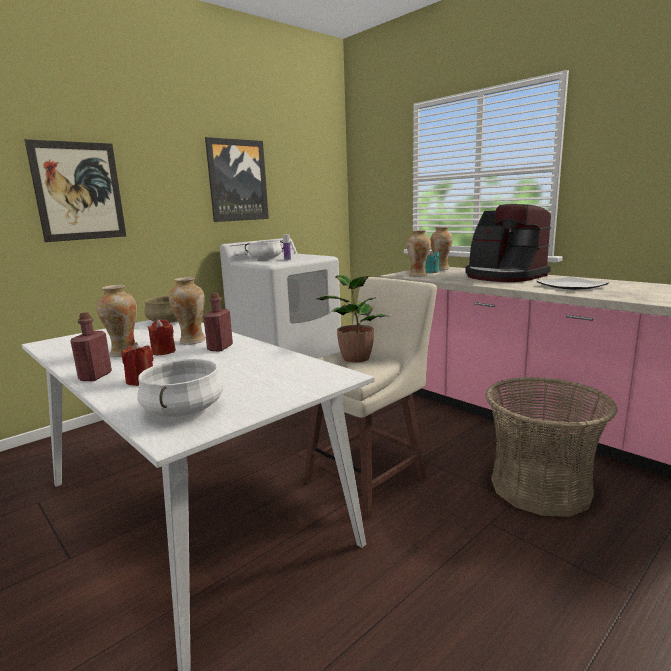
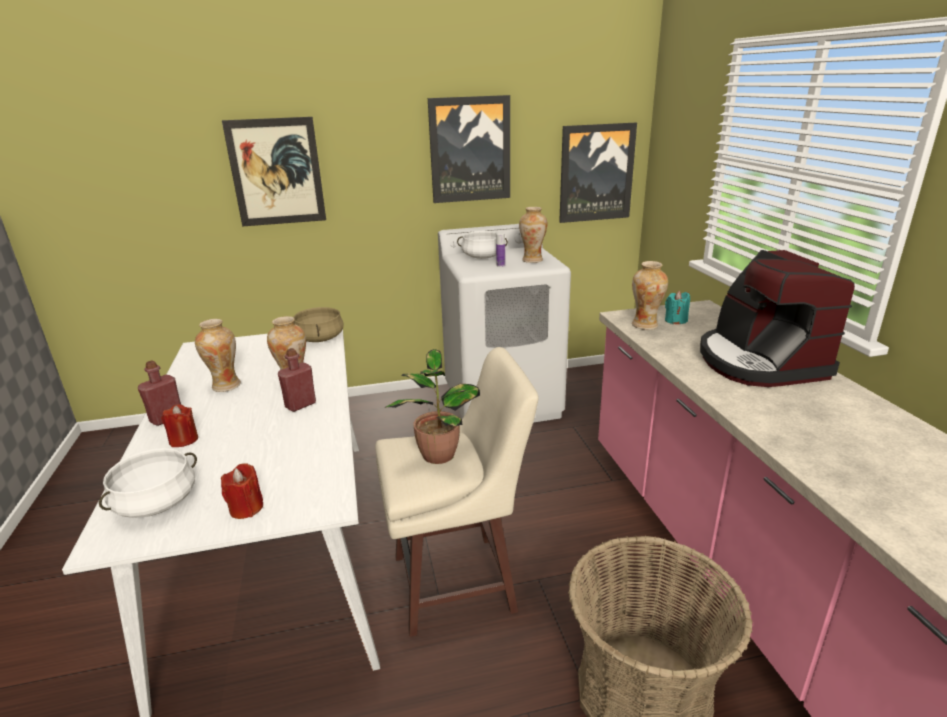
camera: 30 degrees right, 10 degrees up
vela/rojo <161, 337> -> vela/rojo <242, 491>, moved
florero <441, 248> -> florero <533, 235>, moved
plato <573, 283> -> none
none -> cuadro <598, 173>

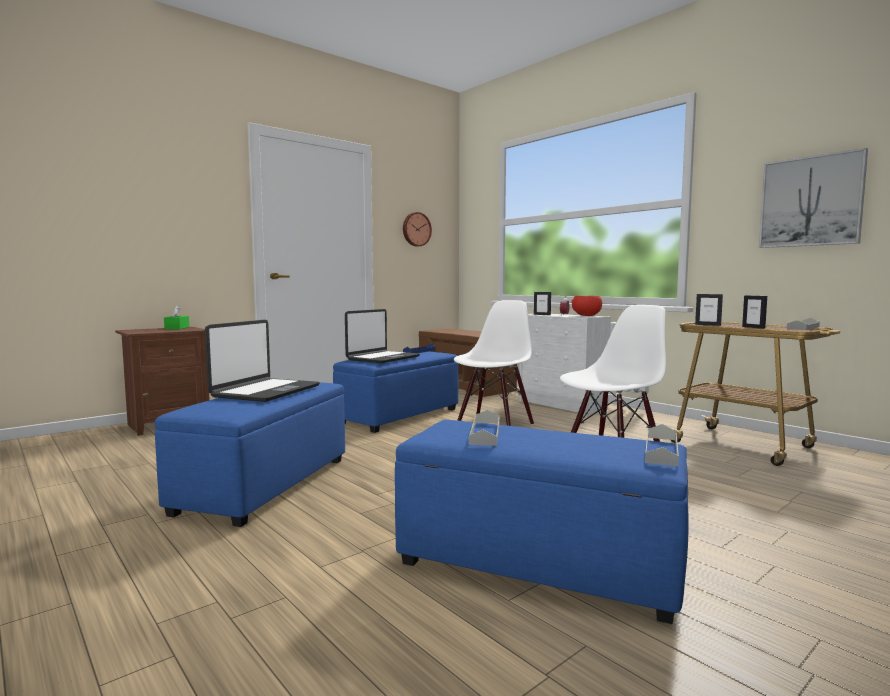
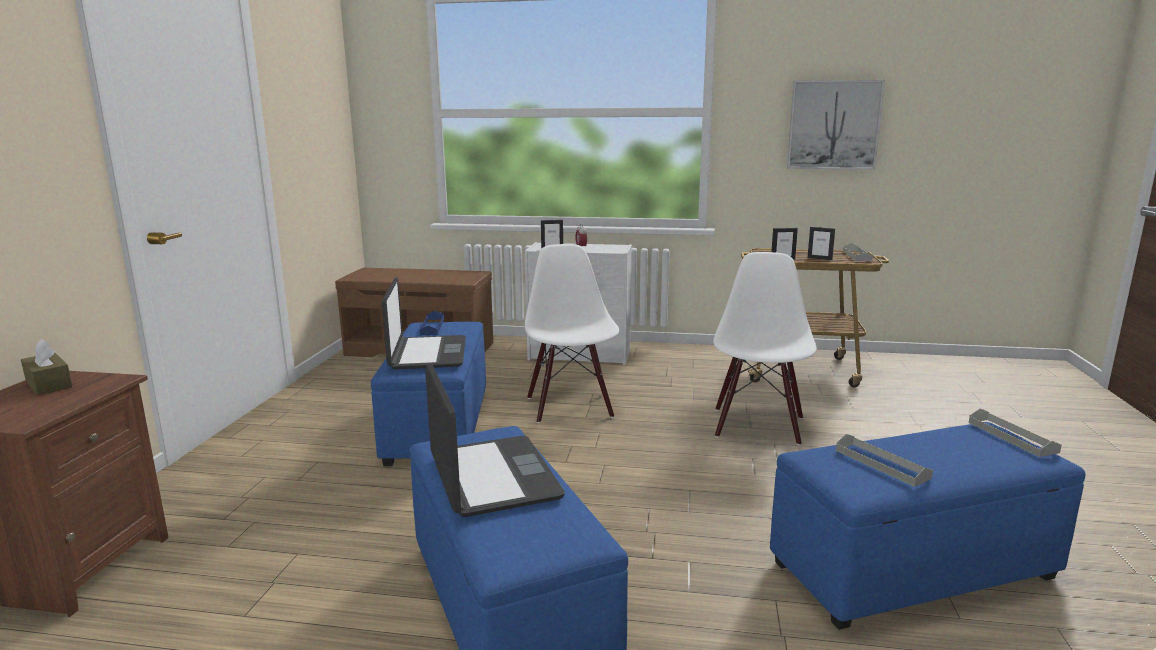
camera: 40 degrees left, 10 degrees up
caja de pañuelos/verde <176, 317> -> caja de pañuelos/marrón <47, 367>
reloj de pared <417, 229> -> none
cuenco/rojo <587, 306> -> none

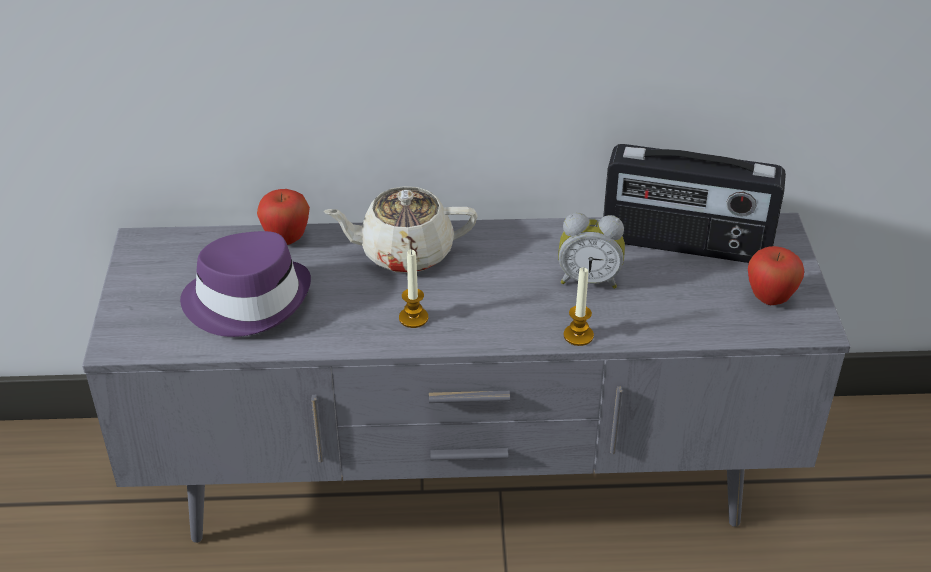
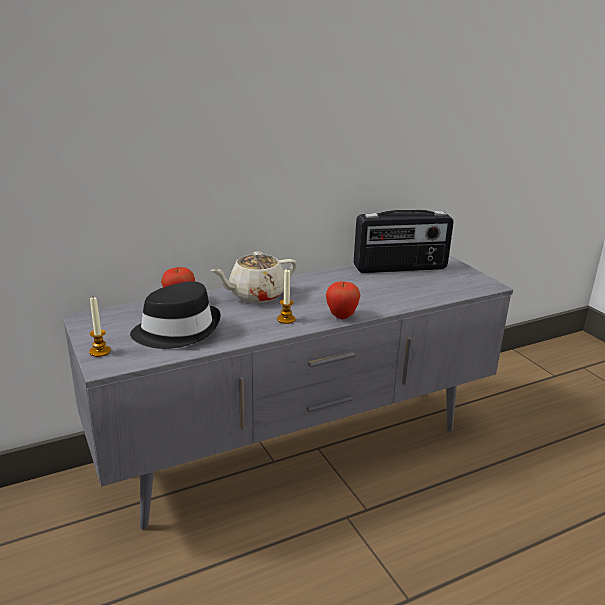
camera: 25 degrees left, 15 degrees down
sombrero/morado <245, 284> -> sombrero/negro <175, 315>
despertador <591, 251> -> none
vela <579, 307> -> vela <100, 327>, moved
manzana <776, 275> -> manzana <343, 300>, moved

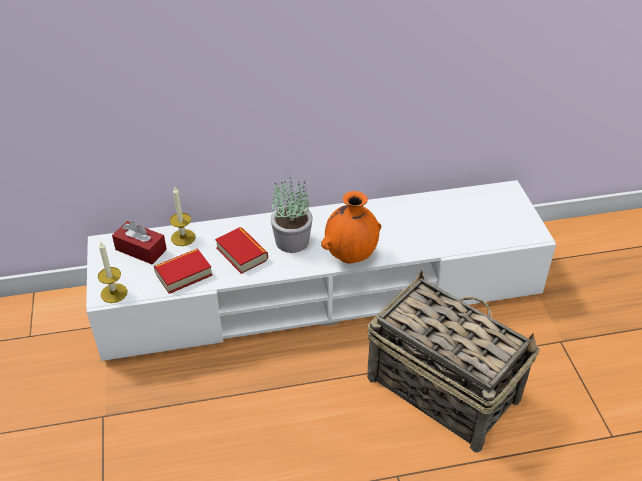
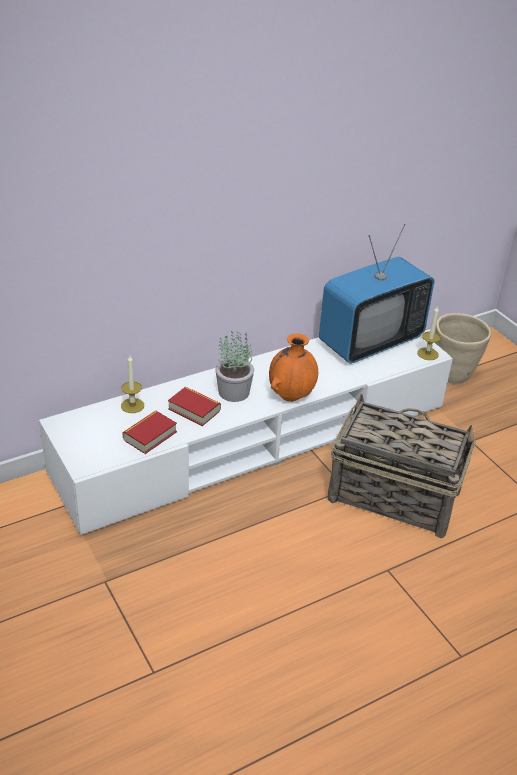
camera: 20 degrees left, 5 degrees down
vela <112, 272> -> vela <428, 332>, moved
caja de pañuelos/rojo <139, 242> -> none
none -> televisor <377, 294>
none -> maceta/beis <463, 348>

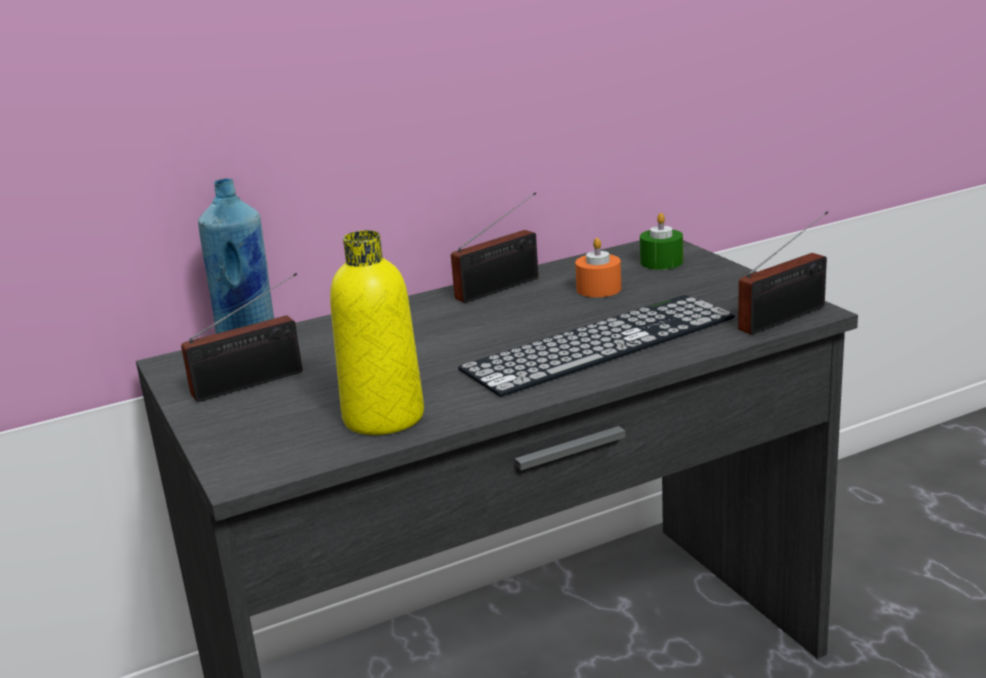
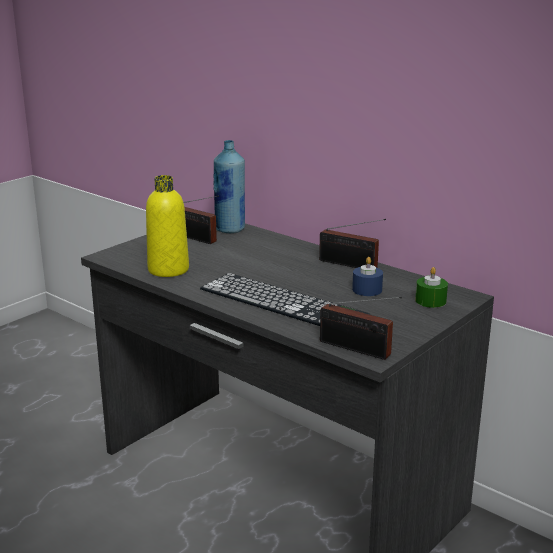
camera: 65 degrees right, 0 degrees up
vela/naranja <598, 267> -> vela/azul <367, 276>

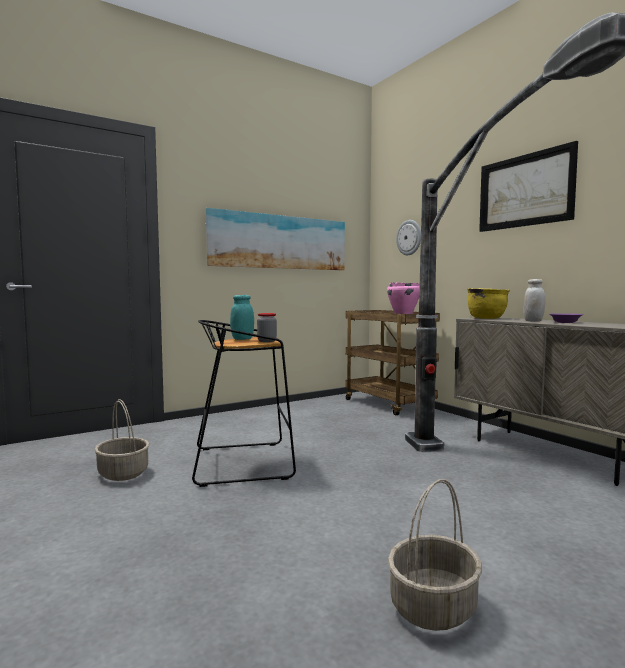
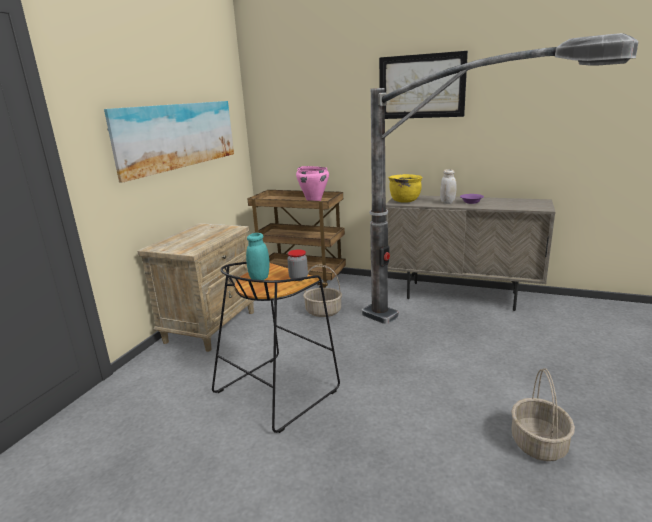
camera: 35 degrees left, 15 degrees up
cesta <121, 440> -> cesta <322, 291>, moved
reloj de pared <408, 237> -> none
none -> mesita de noche/beis <195, 287>

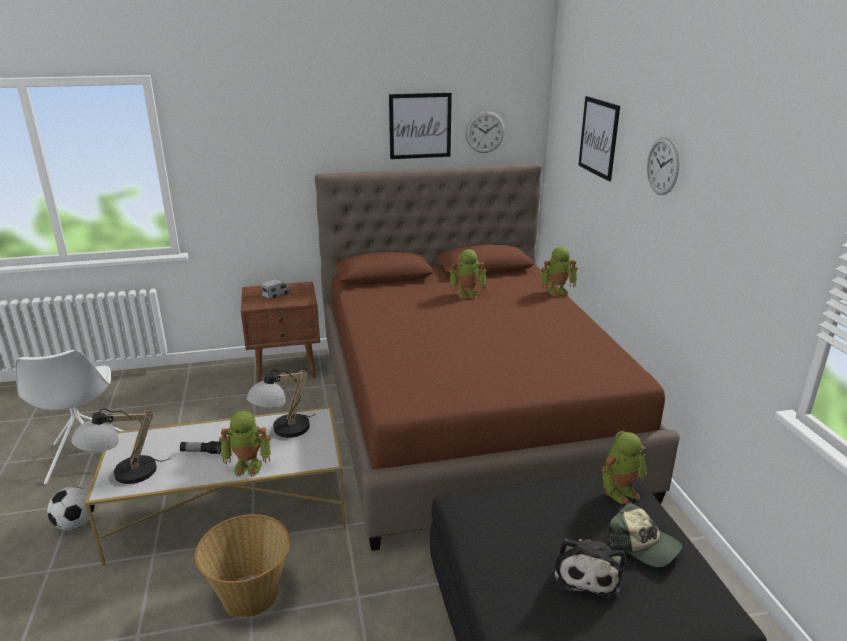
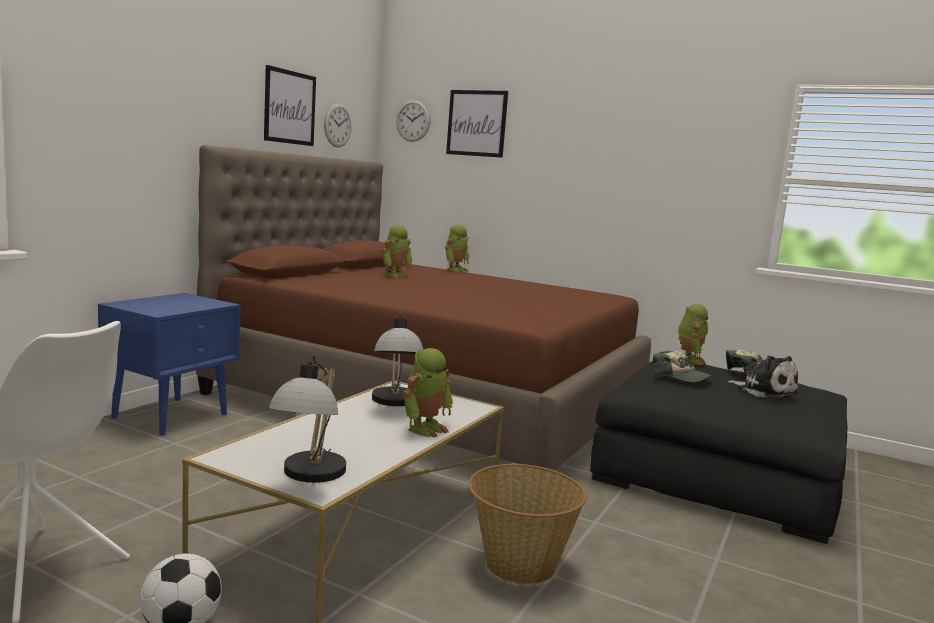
camera: 50 degrees left, 15 degrees down
linterna <200, 447> -> none
mesita de noche/marrón <280, 332> -> mesita de noche/azul <169, 364>
camión de juguete <275, 289> -> none
reloj de pared <663, 166> -> reloj de pared <413, 121>, moved
none -> gorra <683, 366>

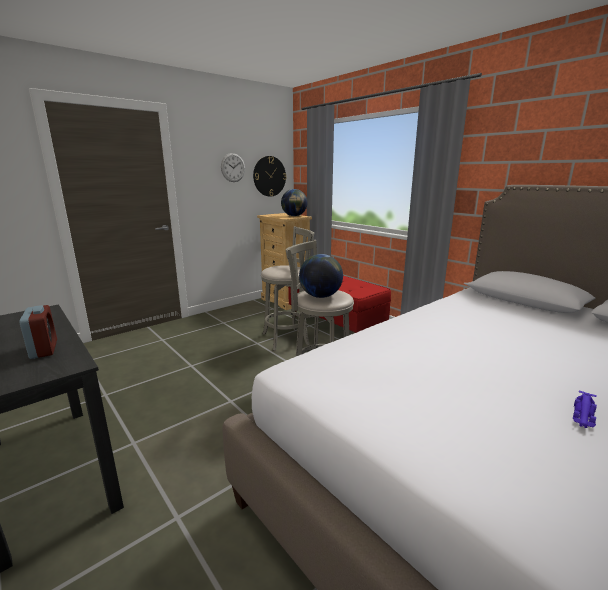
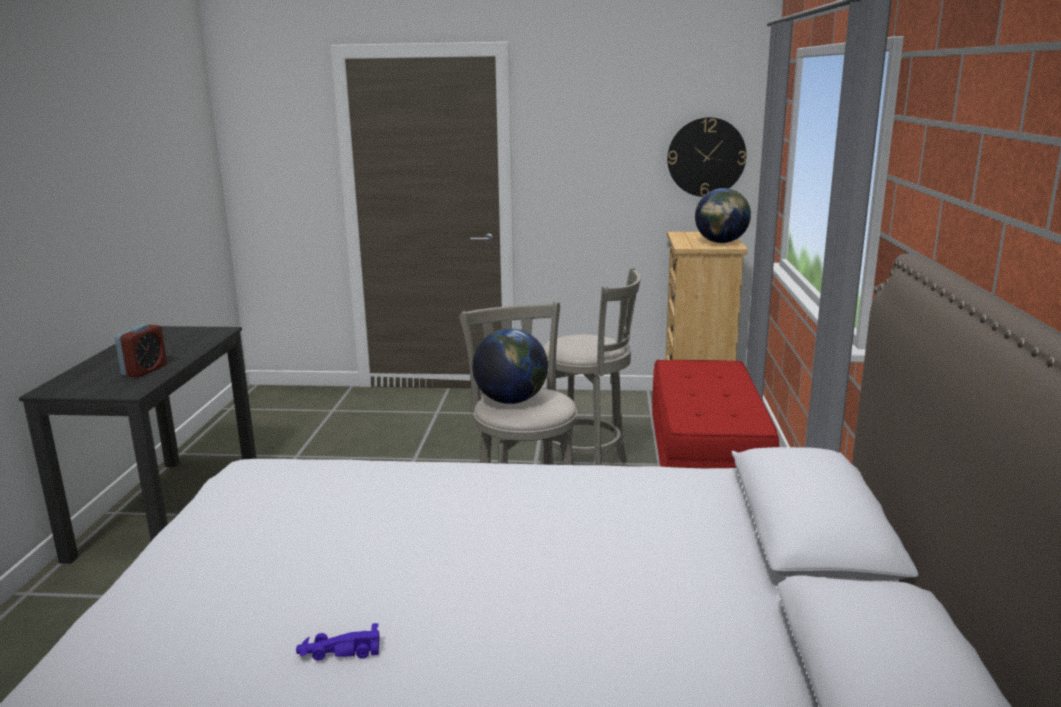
camera: 45 degrees right, 0 degrees up
reloj de pared <233, 167> -> none

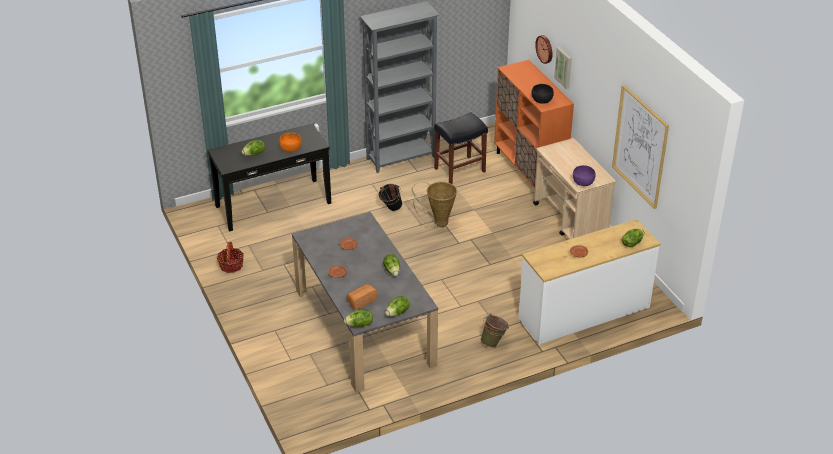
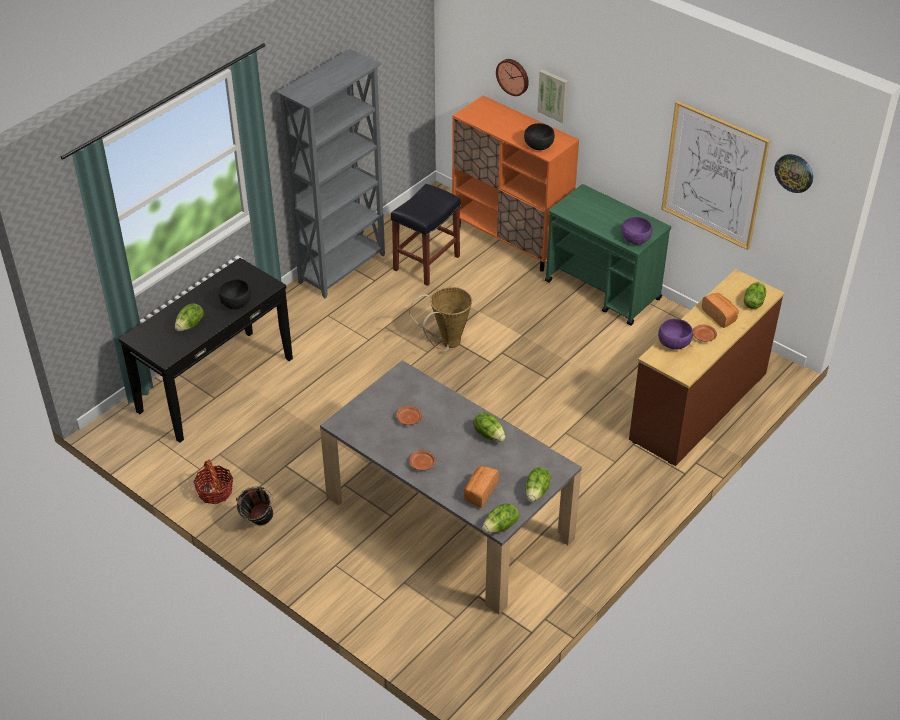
camera: 25 degrees left, 5 degrees up
cuenco/naranja <290, 142> -> cuenco/negro <235, 294>
cubo/negro <390, 197> -> cubo/negro <254, 506>, moved
cubo/verde <495, 330> -> none
cómoda/blanco <590, 282> -> cómoda/marrón <707, 367>
carrito/beis <574, 188> -> carrito/verde <608, 255>
none -> cuenco/morado <675, 334>
none -> pan <720, 310>
none -> reloj de pared <793, 173>

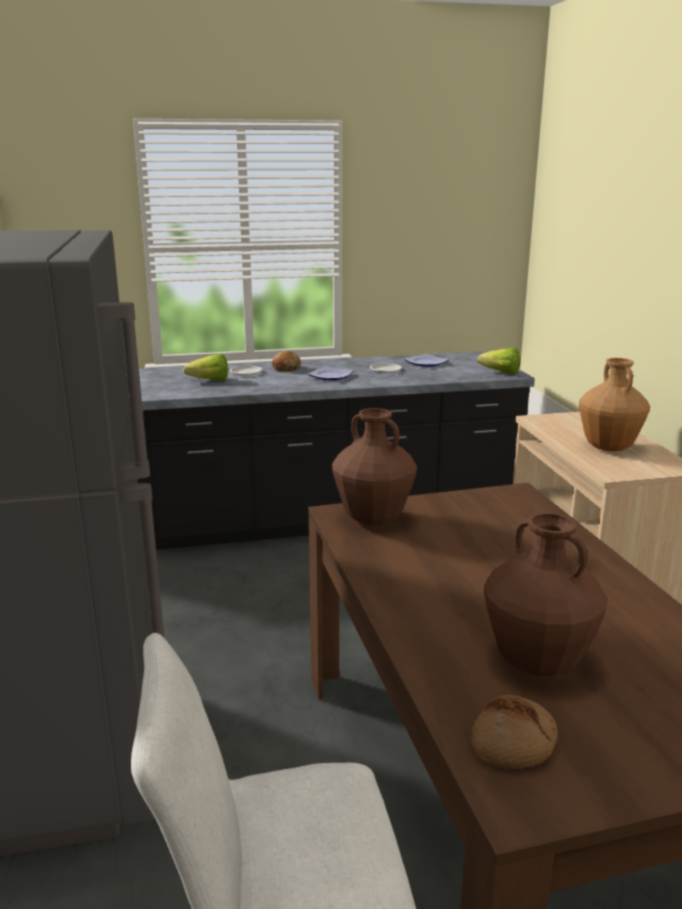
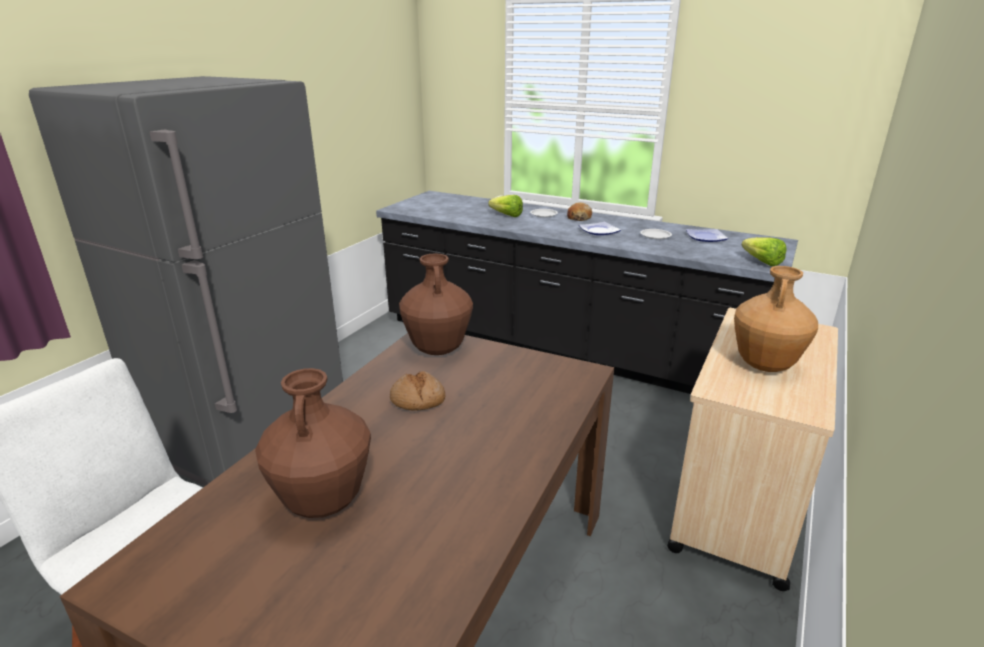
camera: 40 degrees right, 5 degrees up
pan <514, 732> -> pan <417, 391>, moved

